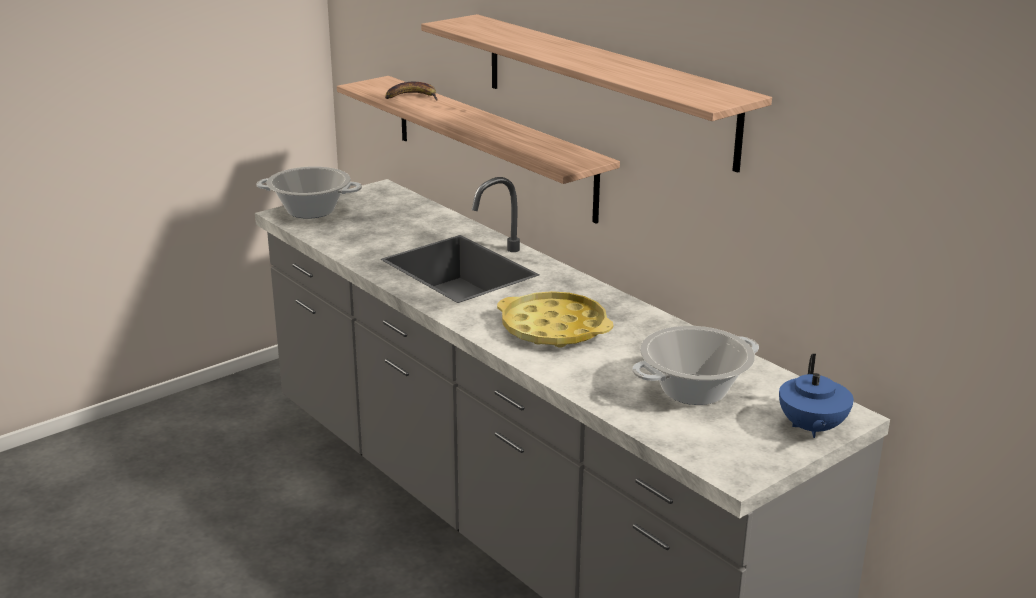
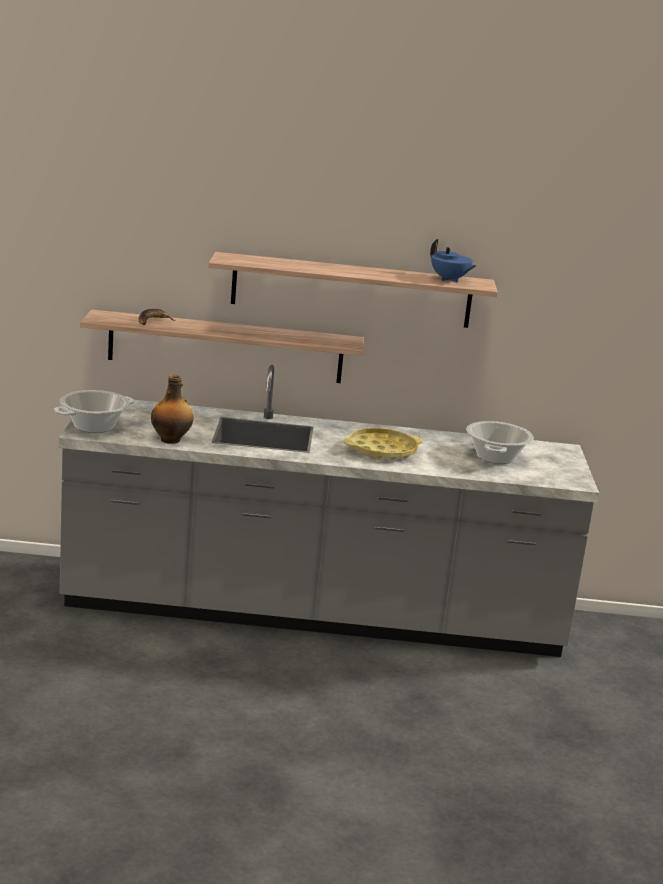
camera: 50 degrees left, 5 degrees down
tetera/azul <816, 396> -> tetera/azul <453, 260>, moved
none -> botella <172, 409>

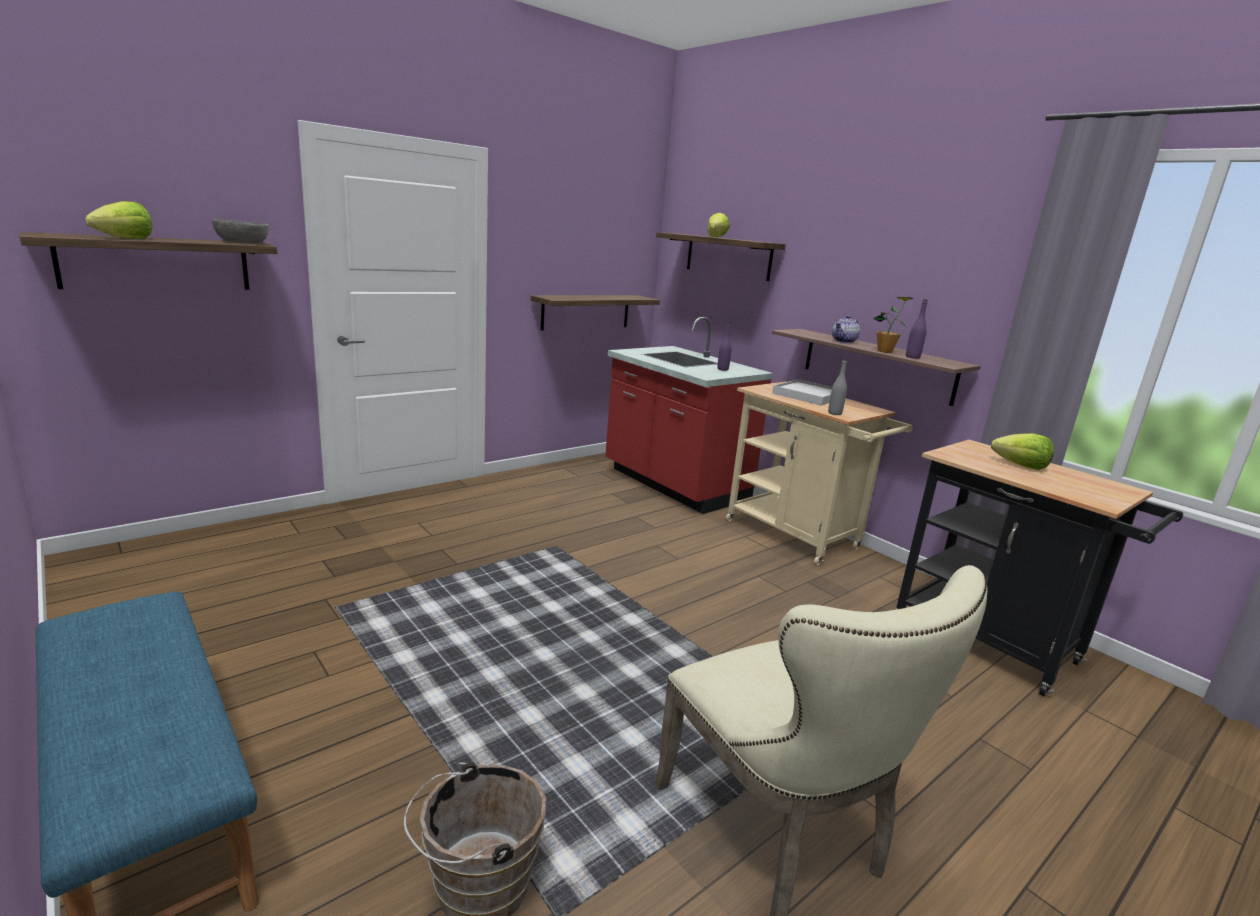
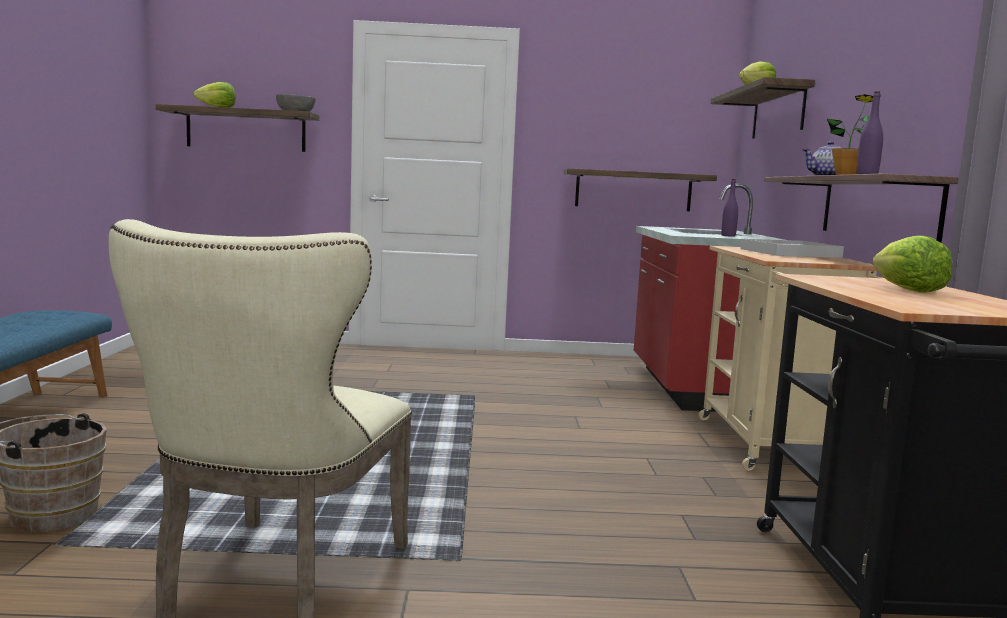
camera: 40 degrees right, 10 degrees down
botella/gris <837, 387> -> none

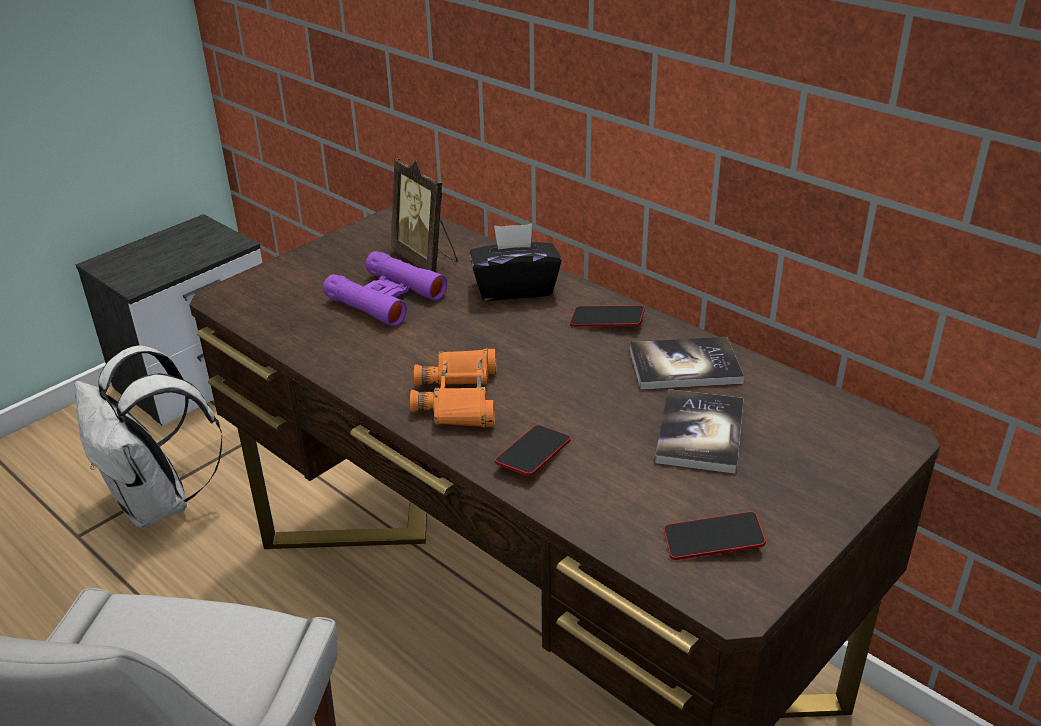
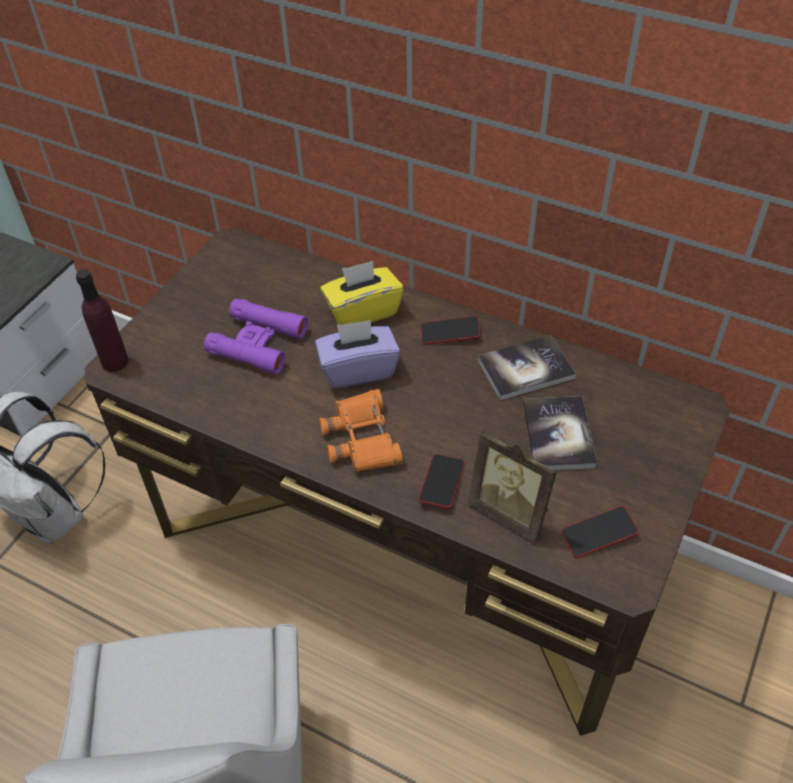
camera: 15 degrees left, 15 degrees up
portarretratos <424, 215> -> portarretratos <512, 486>, moved
caja de pañuelos/negro <515, 262> -> caja de pañuelos/amarillo <362, 293>
none -> botella/morado <102, 320>
none -> caja de pañuelos/morado <357, 354>

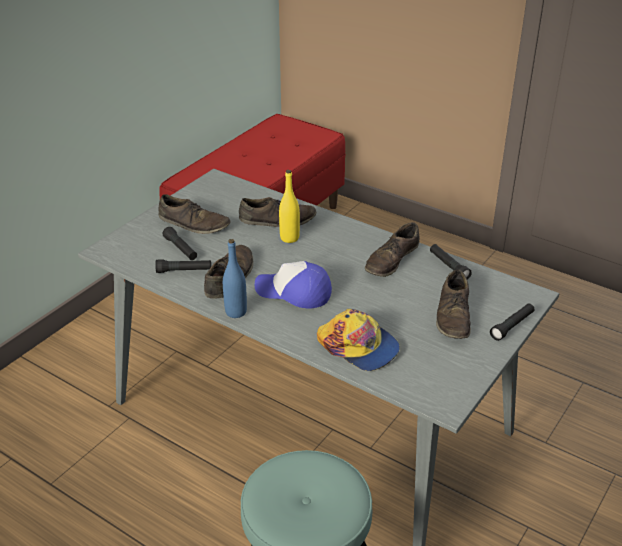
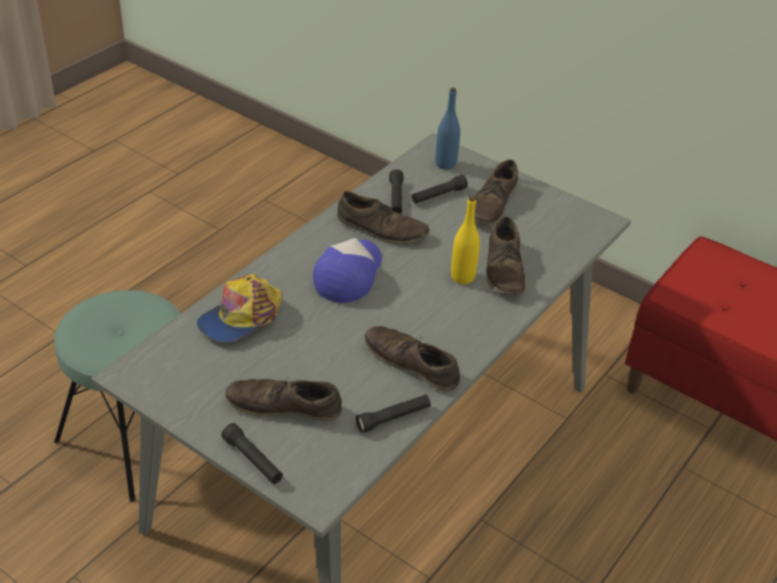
camera: 90 degrees right, 5 degrees up
botella/azul <235, 278> -> botella/azul <447, 128>, moved

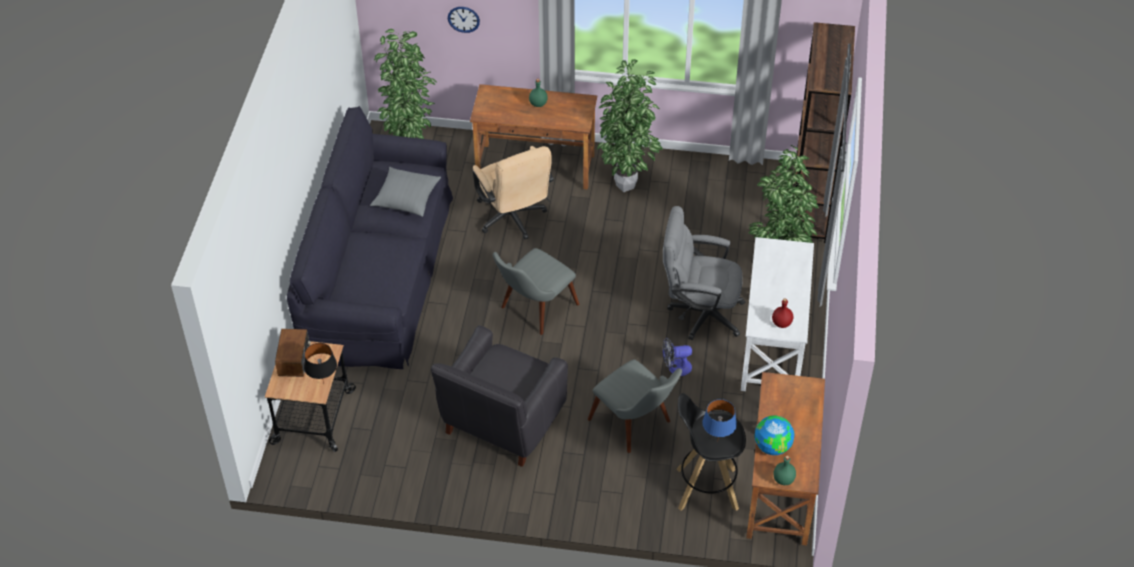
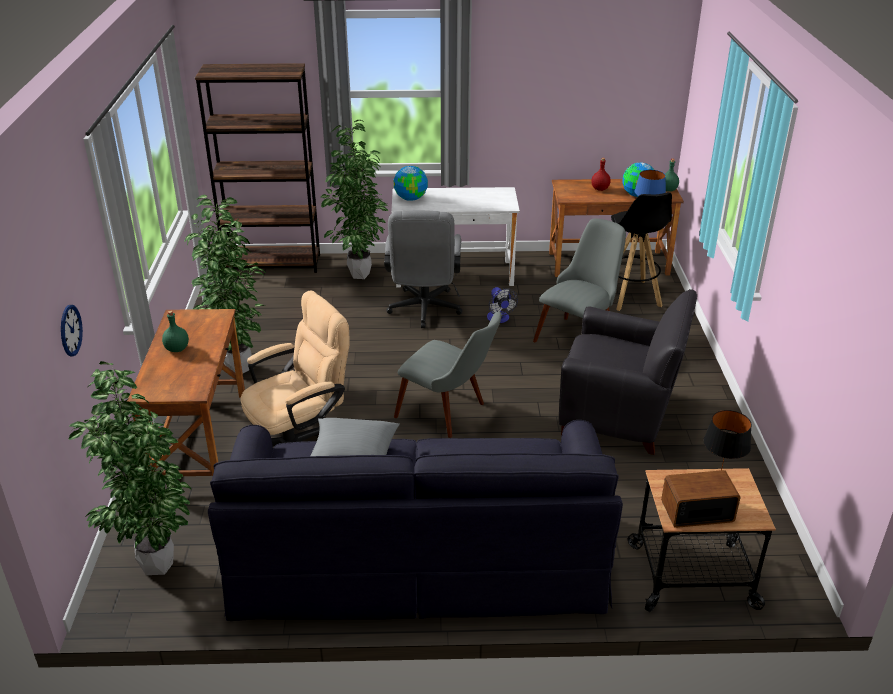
camera: 100 degrees left, 15 degrees down
botella/rojo <782, 313> -> botella/rojo <601, 174>, moved
none -> globo terráqueo <411, 183>

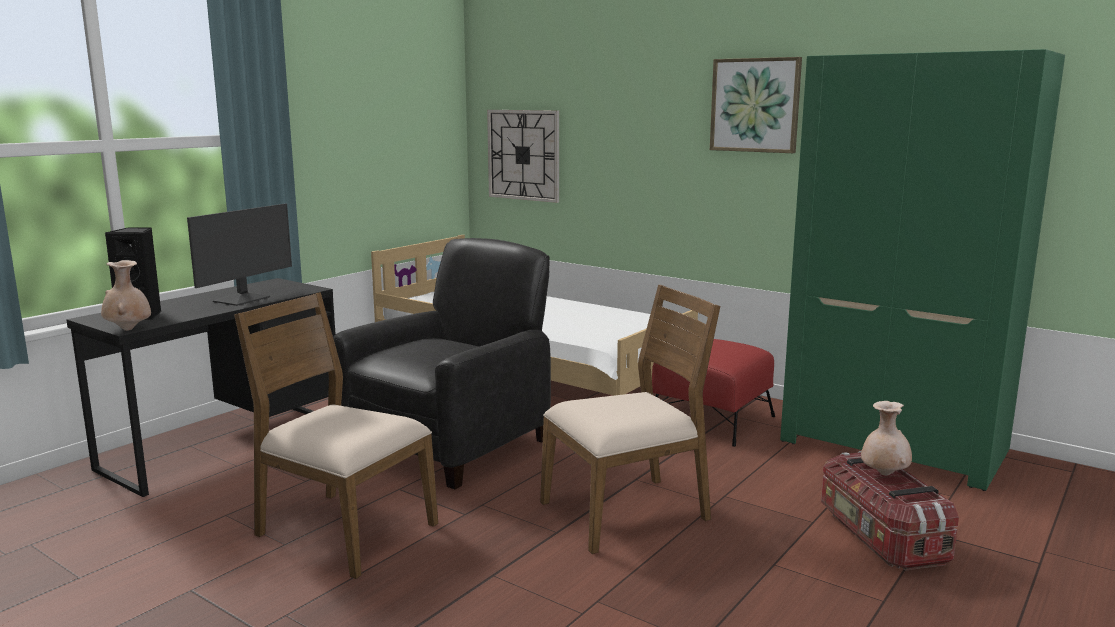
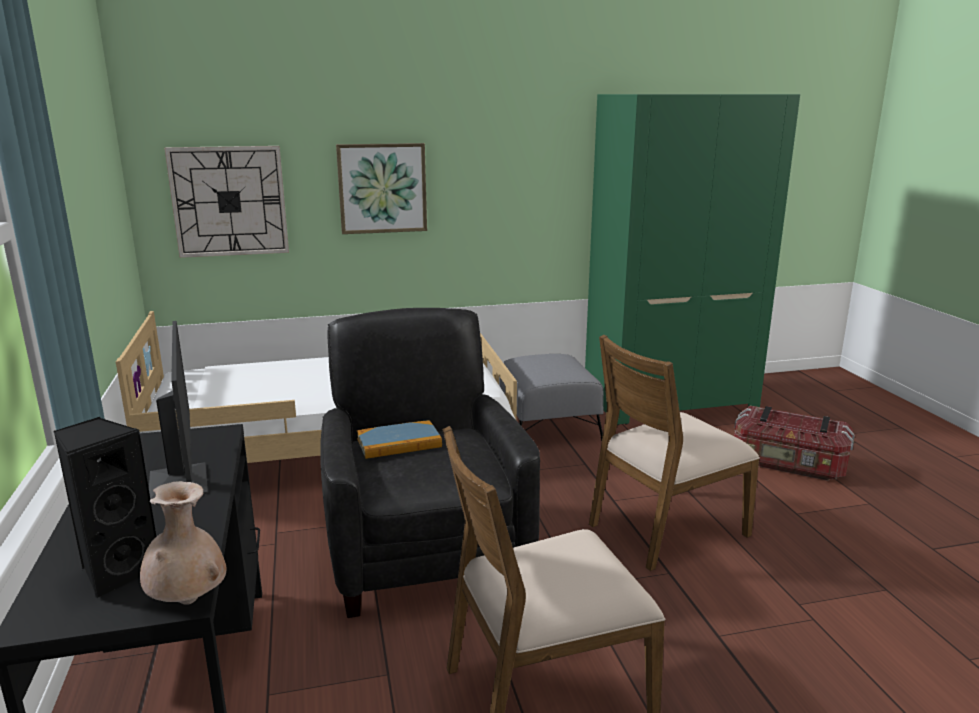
camera: 50 degrees left, 5 degrees up
silla/marrón <630, 419> -> silla/marrón <674, 453>, 135 degrees counterclockwise
puf/rojo <713, 393> -> puf/gris <552, 397>
cuadro <756, 105> -> cuadro <381, 188>, moved
florero/beis <886, 438> -> none
none -> libro <399, 439>

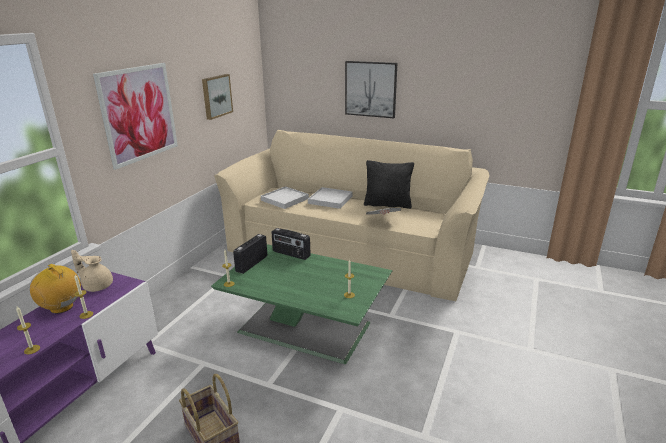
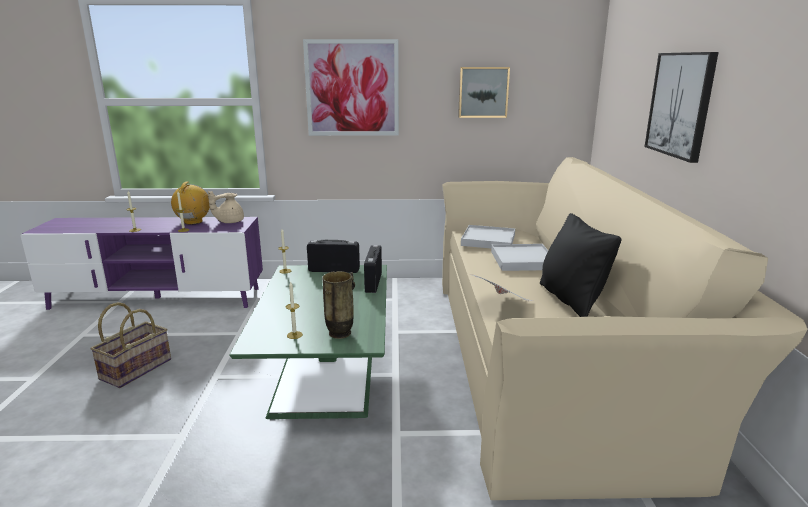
camera: 65 degrees right, 5 degrees down
tetera/beis <92, 271> -> tetera/beis <226, 207>, 120 degrees counterclockwise
none -> florero <338, 305>

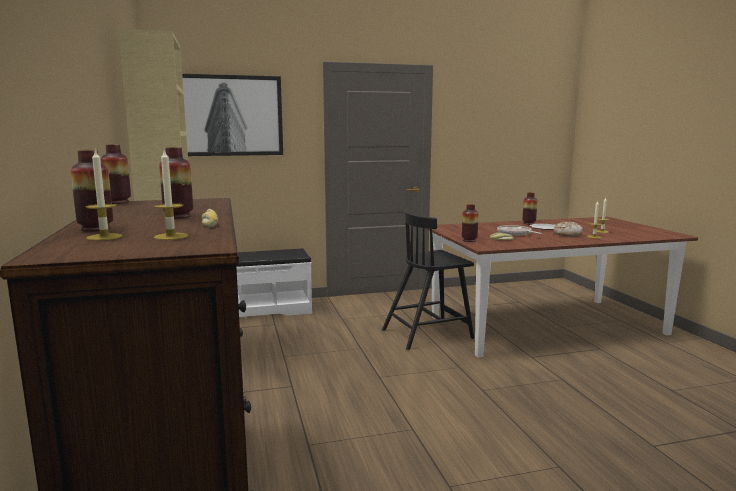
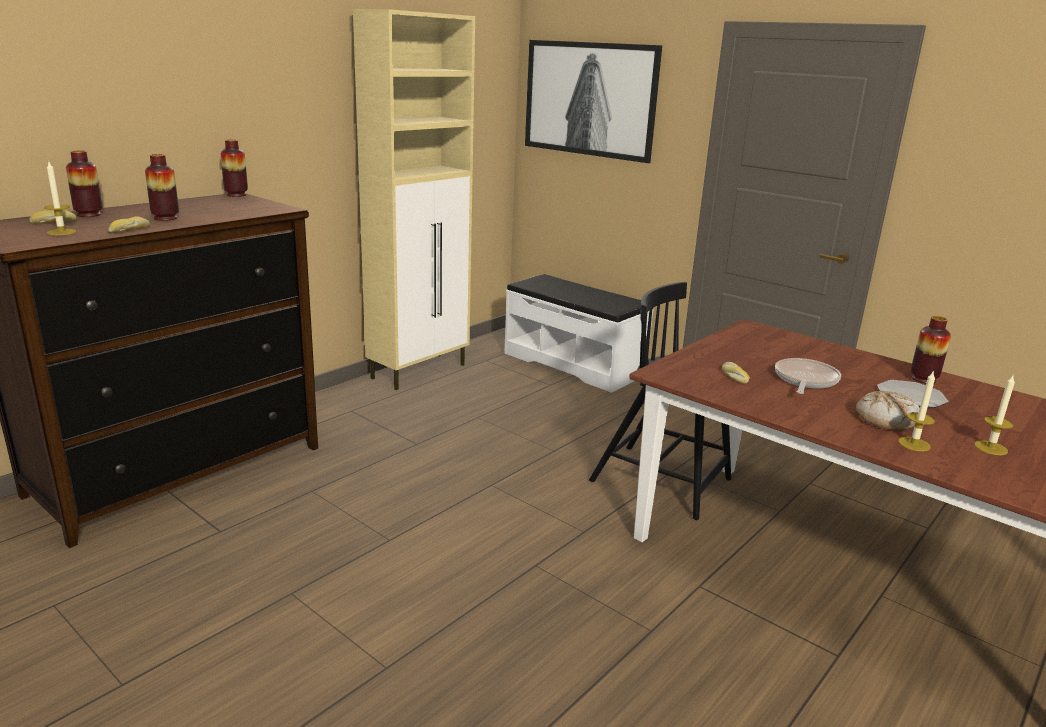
camera: 55 degrees right, 10 degrees up
vela <104, 195> -> pan <52, 216>
florero <470, 223> -> none

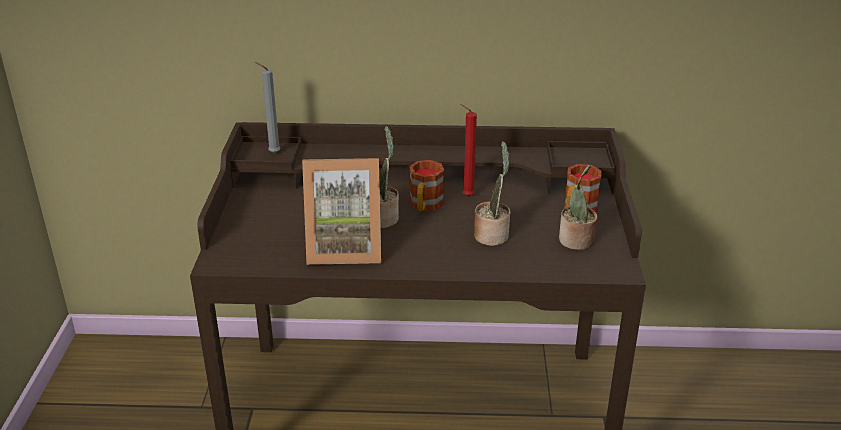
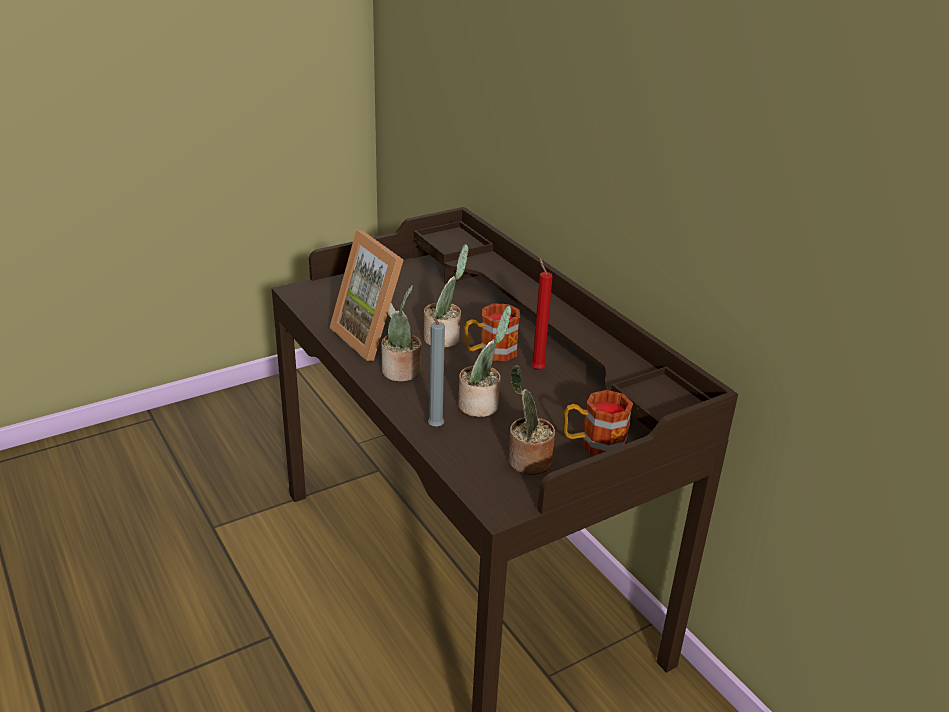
camera: 55 degrees right, 0 degrees up
vela/gris <268, 107> -> vela/gris <436, 367>, moved
none -> planta en maceta <401, 333>

